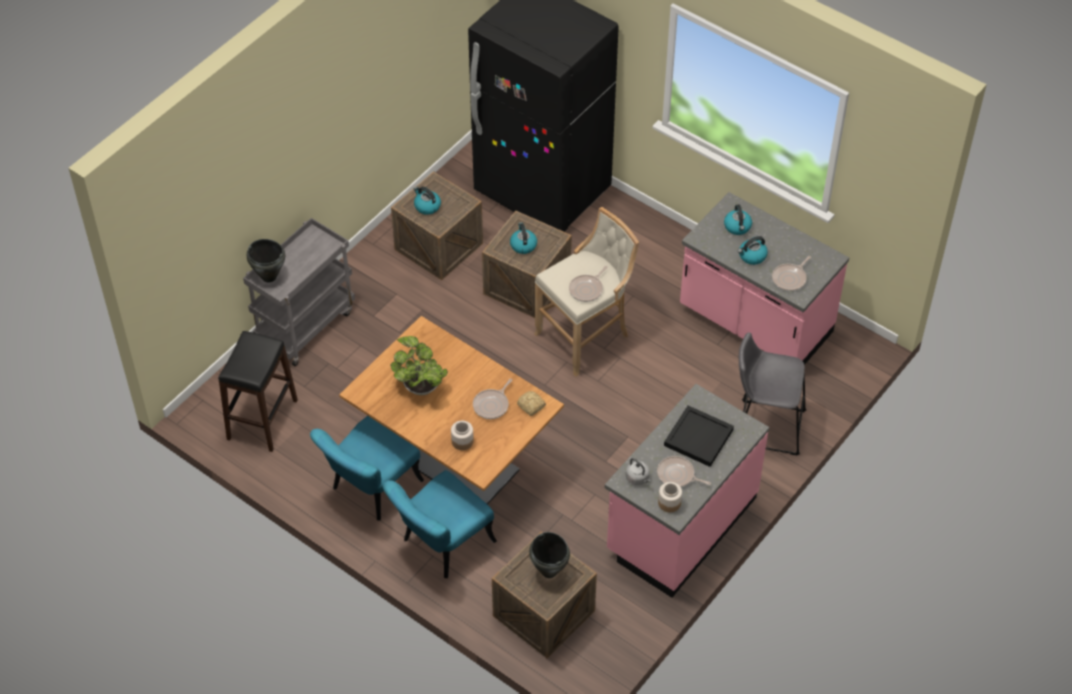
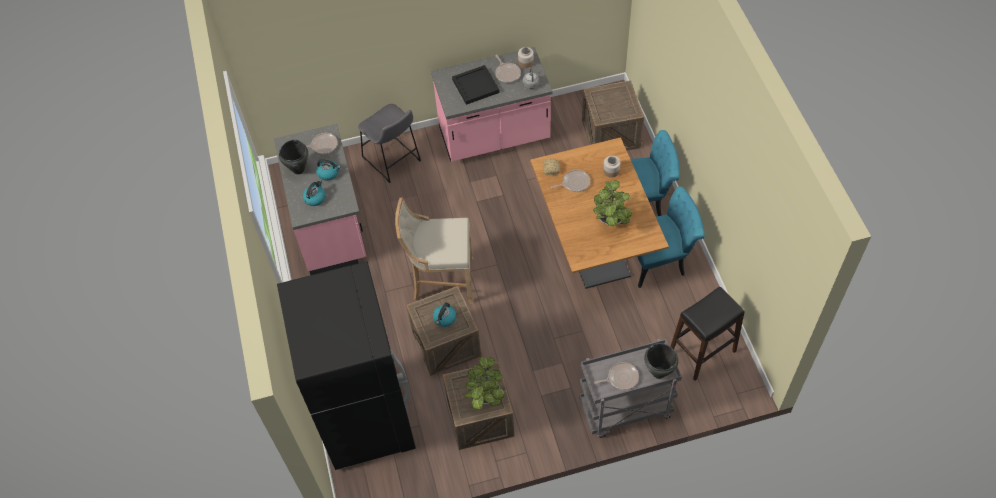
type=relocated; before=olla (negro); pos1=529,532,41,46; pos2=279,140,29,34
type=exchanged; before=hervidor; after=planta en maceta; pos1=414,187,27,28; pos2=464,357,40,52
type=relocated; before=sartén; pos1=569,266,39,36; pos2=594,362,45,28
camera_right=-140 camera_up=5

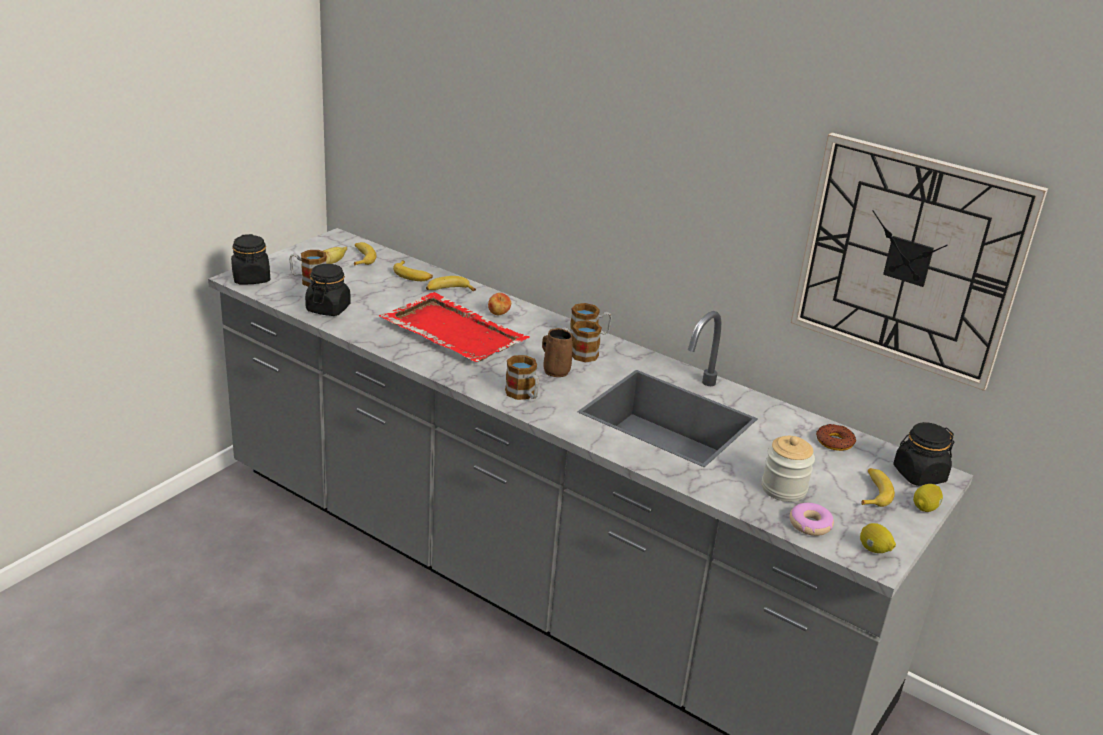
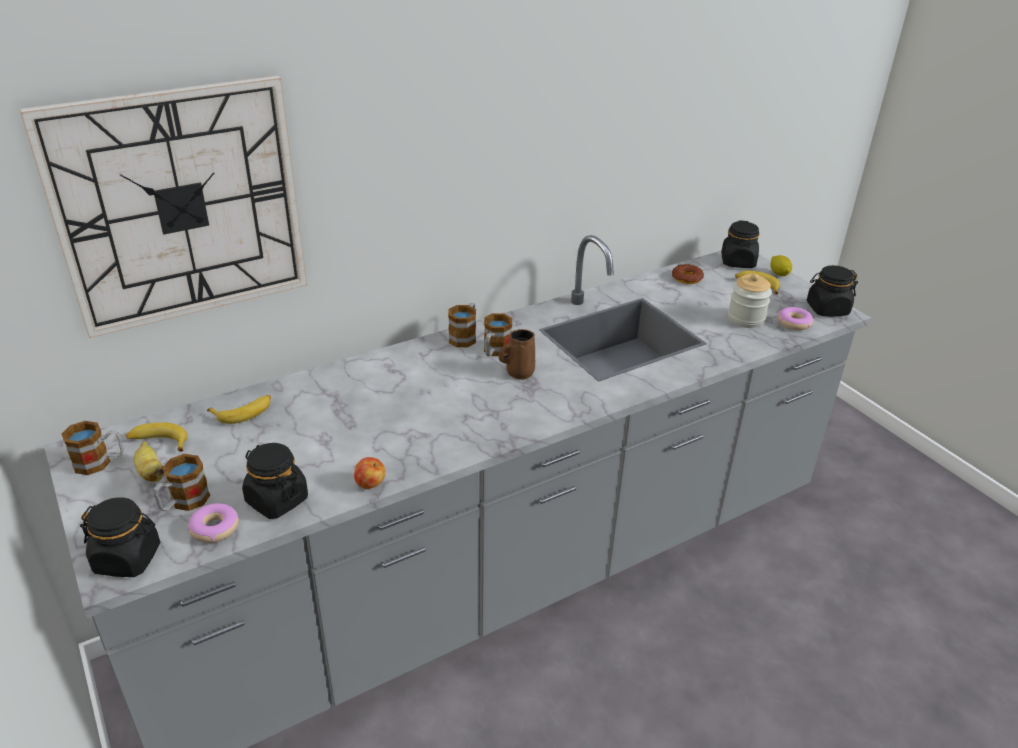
type=relocated; before=reloj de pared; pos1=791,133,257,258; pos2=19,75,288,263
type=relocated; before=taza grande; pos1=505,355,34,45; pos2=62,421,62,54
type=appeared; after=rosquilla; pos2=188,503,51,40
type=relocated; before=manzana; pos1=488,293,23,22; pos2=354,457,31,32
type=exchanged; before=limón; after=tarro (negro); pos1=860,523,36,30; pos2=807,265,51,51
type=missing; before=bandeja (rojo); pos1=379,292,151,70
type=missing; before=plátano; pos1=426,276,50,15
camera_right=-65 camera_up=5

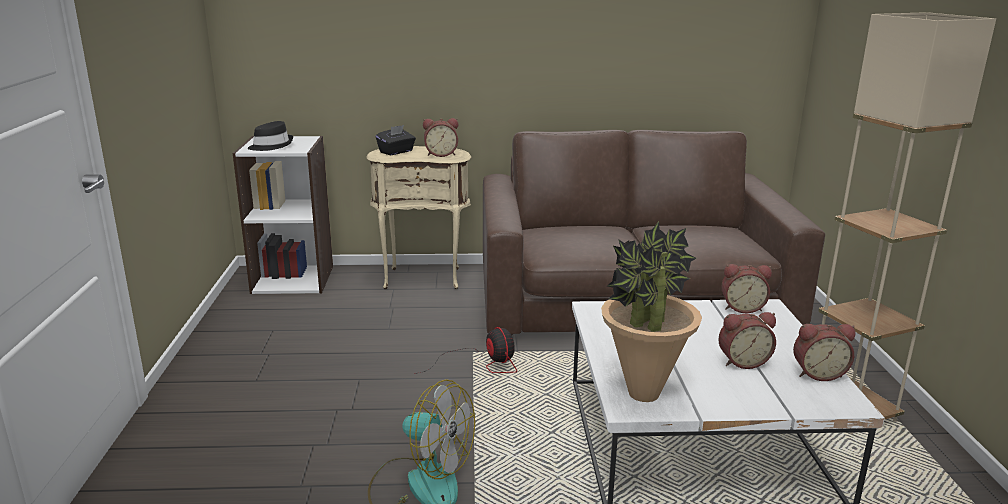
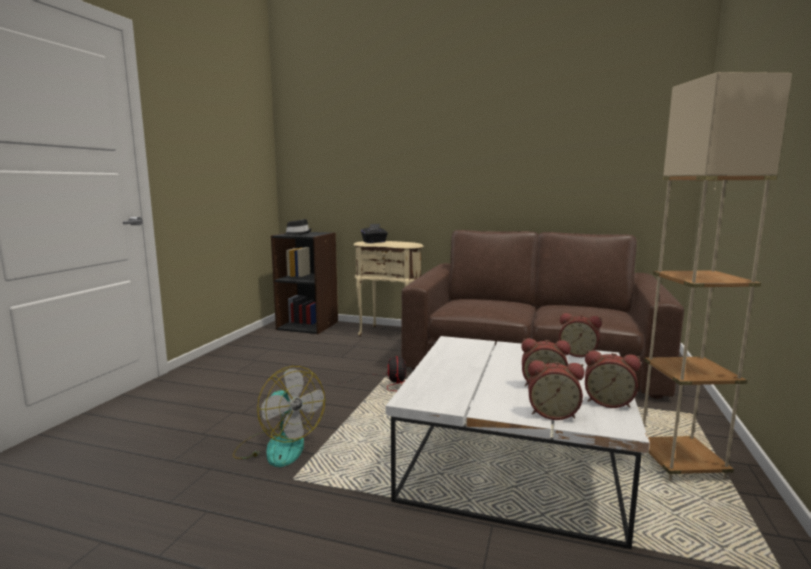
type=colour; before=estantería (blanco); after=estantería (negro); pos1=233,136,100,158; pos2=271,232,67,102
type=relocated; before=despertador; pos1=423,118,35,39; pos2=528,360,56,60
type=missing; before=planta en maceta; pos1=601,222,101,180
camera_right=20 camera_up=-10

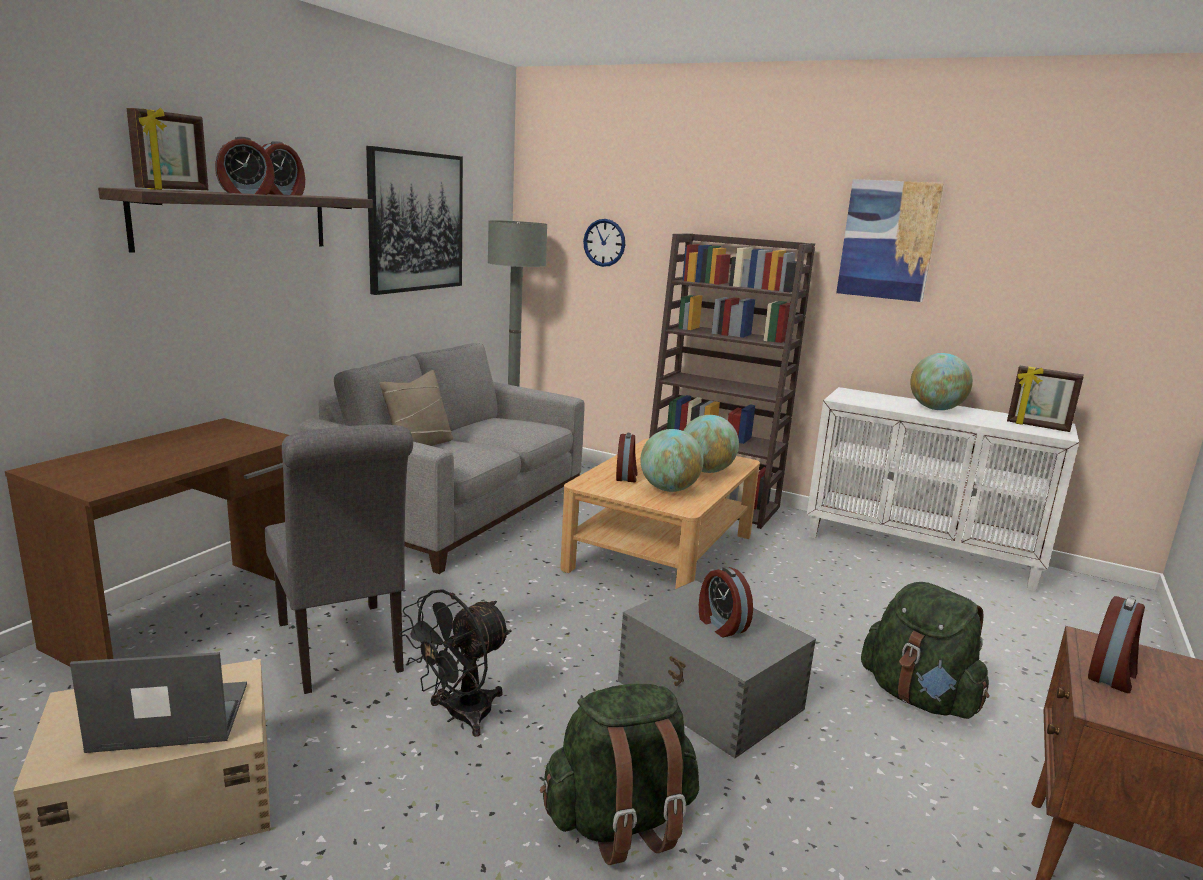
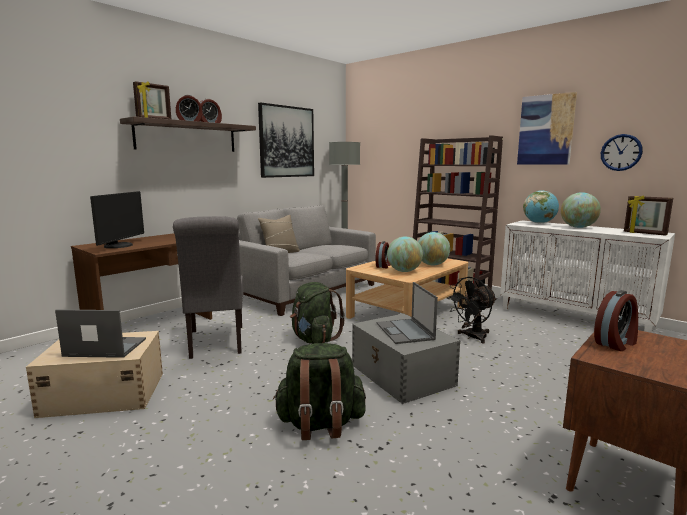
type=appeared; after=monitor; pos2=90,191,54,57
type=relocated; before=mochila (verde); pos1=861,582,128,137; pos2=290,282,55,62
type=exchanged; before=despertador; after=portátil; pos1=699,567,54,70; pos2=377,282,61,62
type=relocated; before=ventilador (negro); pos1=399,589,113,148; pos2=447,277,50,67
type=appeared; after=globo terráqueo; pos2=523,190,36,33
type=relocated; before=reloj de pared; pos1=583,219,42,48; pos2=601,134,42,37
camera_right=15 camera_up=-5

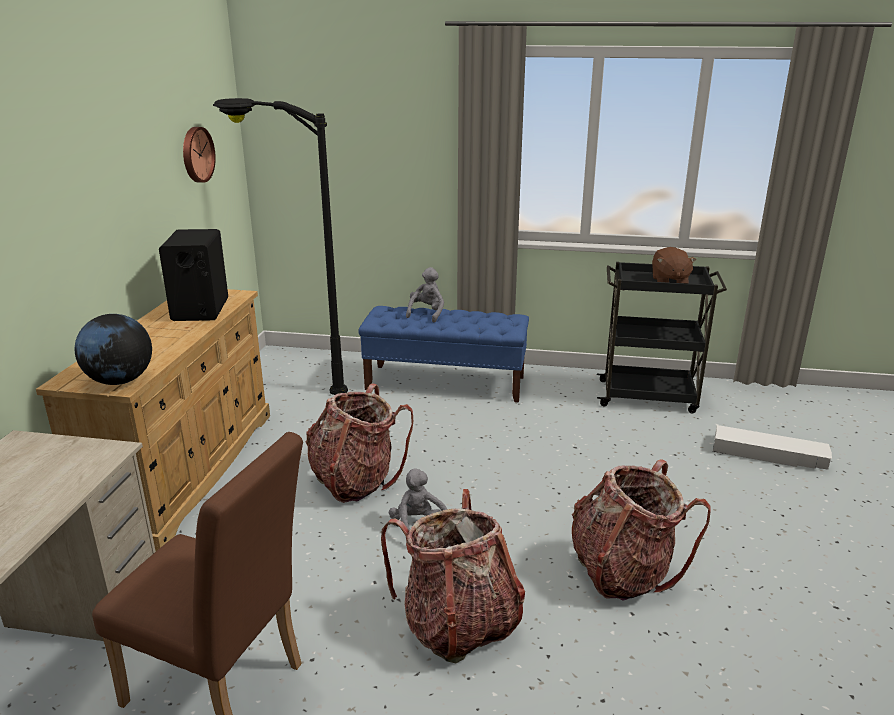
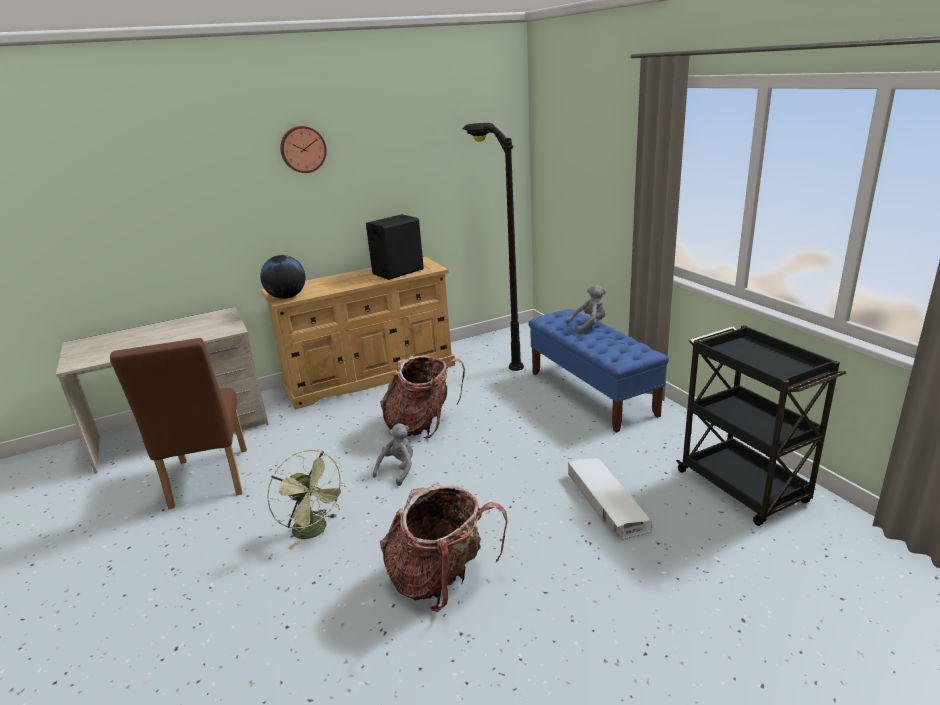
type=exchanged; before=mochila; after=ventilador (verde); pos1=381,489,144,174; pos2=267,450,80,100
type=relocated; before=reloj de pared; pos1=183,127,33,56; pos2=280,126,47,47
type=relocated; before=caja de almacenaje (blanco); pos1=713,425,119,45; pos2=569,458,83,81
type=missing; before=peluche (marrón); pos1=652,247,44,37
camera_right=55 camera_up=0

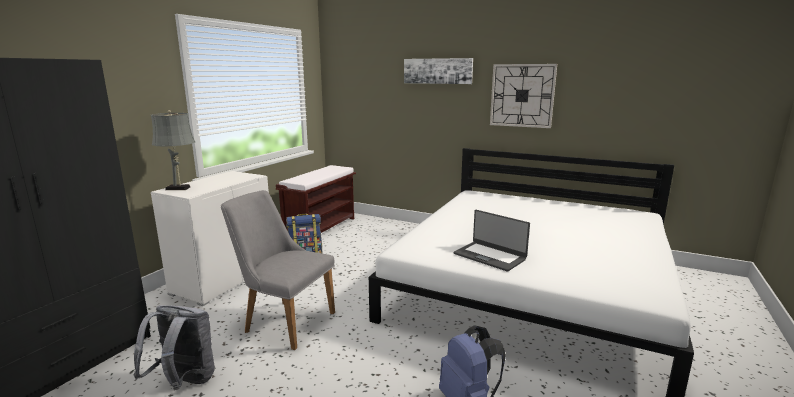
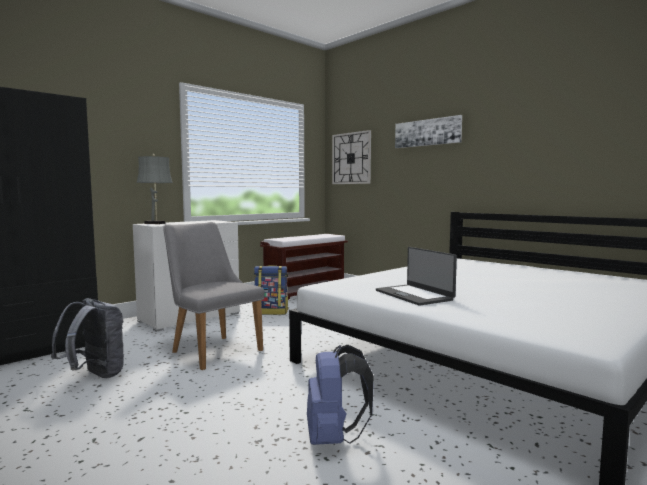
type=relocated; before=reloj de pared; pos1=490,64,67,64; pos2=332,130,39,54
camera_right=20 camera_up=-10

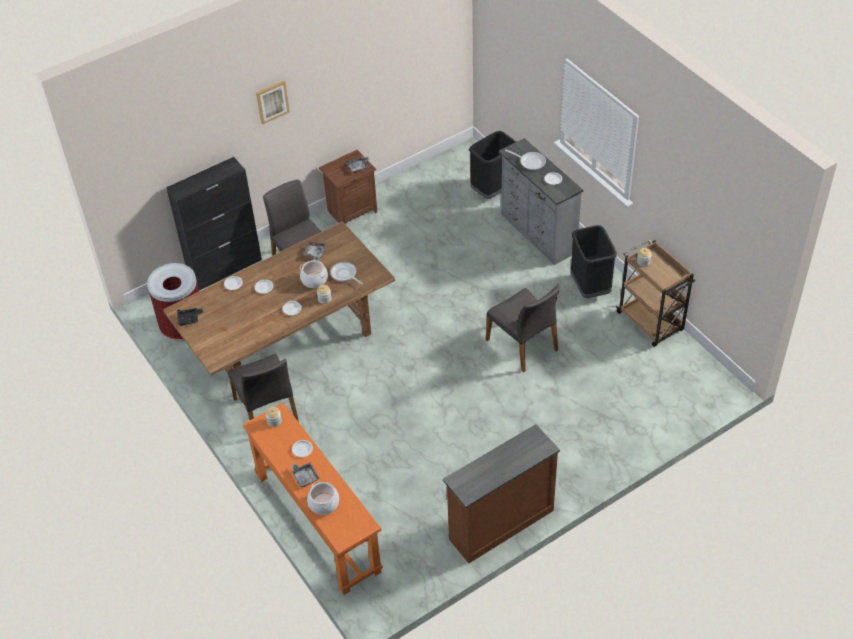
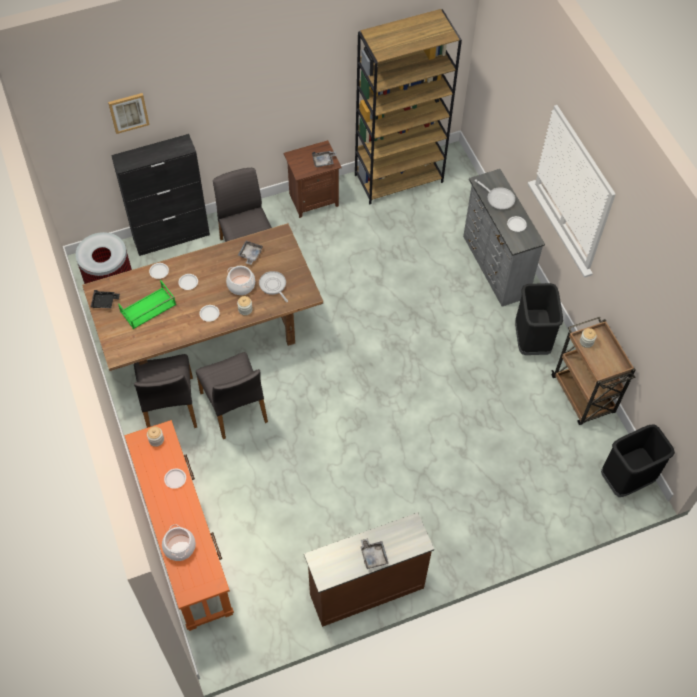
type=relocated; before=cuadro; pos1=256,81,34,43; pos2=108,93,41,41
type=appeared; after=bandeja (verde); pos2=118,280,58,49
type=relocated; before=silla (gris); pos1=486,285,74,88; pos2=196,352,72,87
type=appeared; after=estantería (marrón); pos2=355,9,107,196
type=relocated; before=bandeja (gris); pos1=291,462,29,25; pos2=361,538,28,31
type=relocated; before=papelera (negro); pos1=469,131,47,68; pos2=601,424,74,73
camera_right=10 camera_up=10

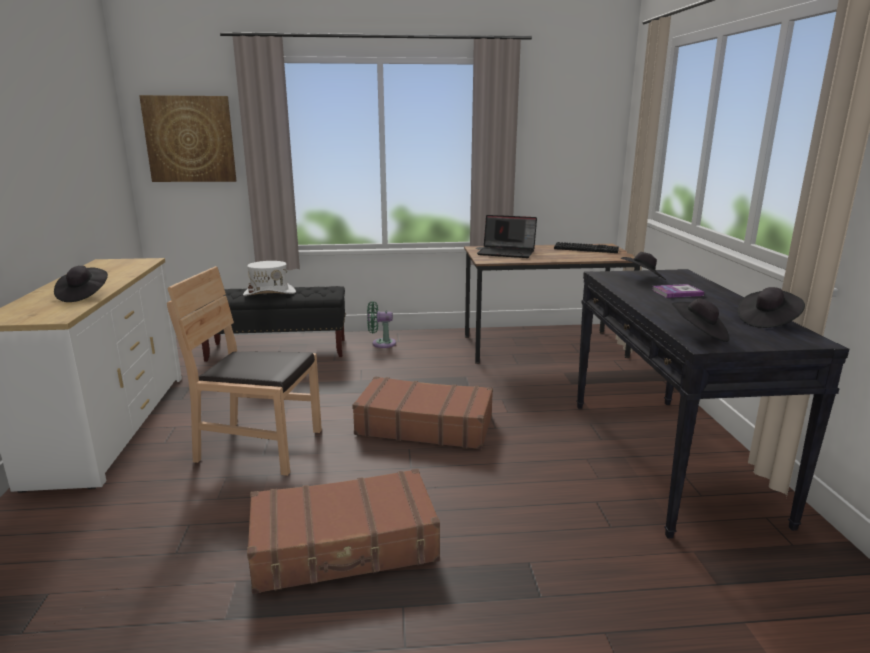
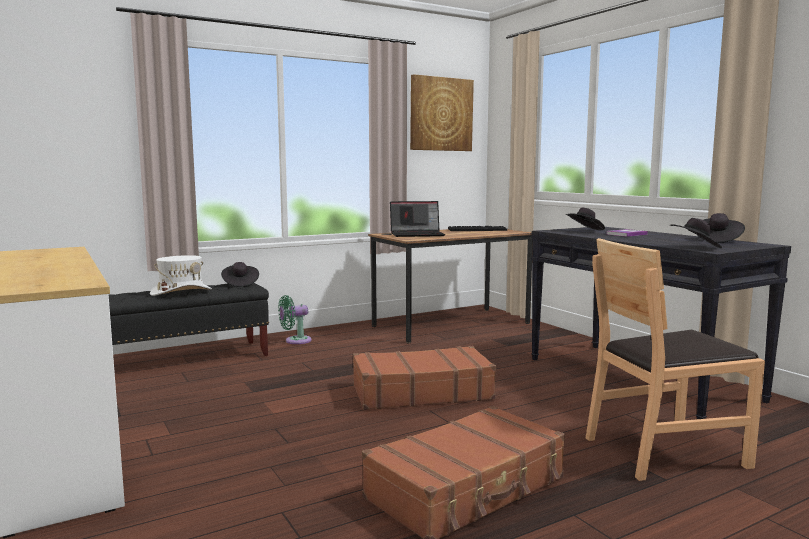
type=relocated; before=sombrero (negro); pos1=54,266,54,36; pos2=221,262,38,25
type=relocated; before=cuadro; pos1=139,95,97,87; pos2=410,74,64,77
type=relocated; before=silla (marrón); pos1=167,266,155,210; pos2=586,238,179,243
camera_right=-25 camera_up=-10

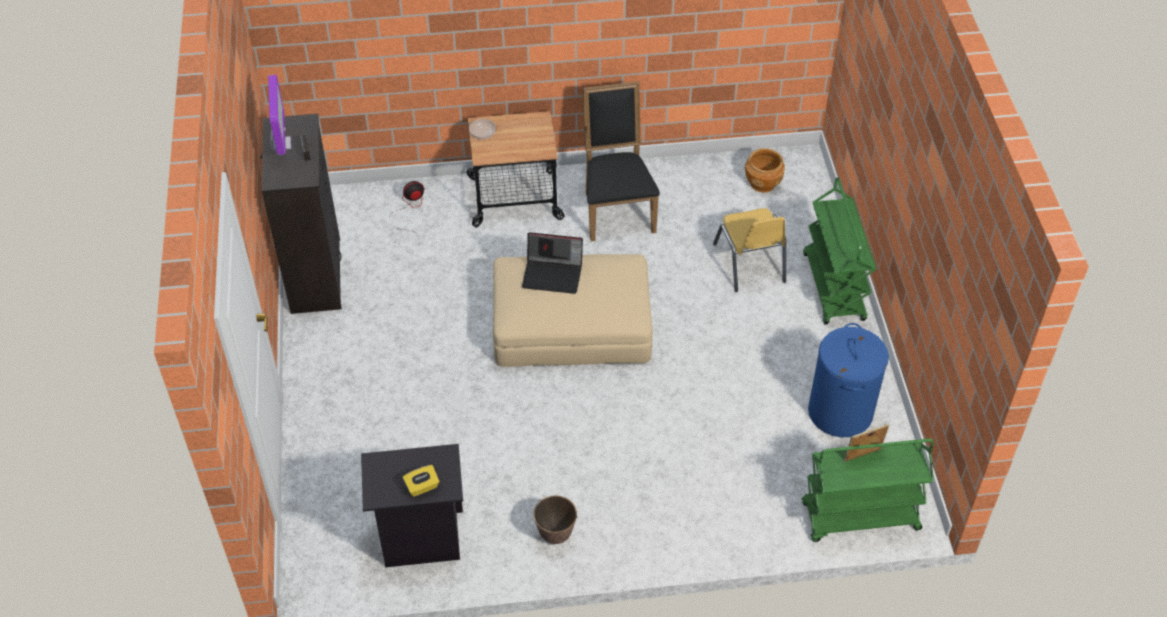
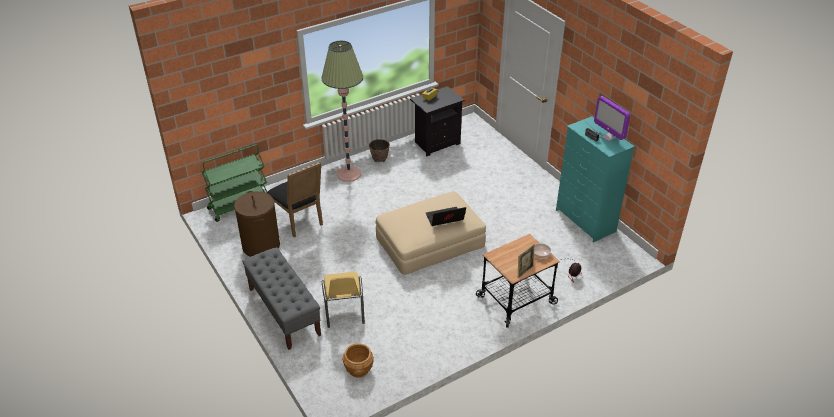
type=colour; before=cesto de la ropa (azul); after=cesto de la ropa (marrón); pos1=808,323,81,114; pos2=234,191,46,66
type=exchanged; before=carrito (verde); after=banco (gris); pos1=803,178,74,146; pos2=242,247,79,103
type=relocated; before=silla (negro); pos1=583,81,77,160; pos2=267,162,56,75
type=appeared; after=lámpara de pie; pos2=322,41,41,141
type=spun; before=silla (amarillo); pos1=713,208,73,84; pos2=322,272,43,56; turn=-150
type=relocated; before=portarretratos; pos1=844,424,45,38; pos2=518,244,17,35
type=colour; before=cómoda (negro); after=cómoda (turquesa); pos1=259,114,83,200; pos2=556,116,79,126
camera_right=155 camera_up=-10

